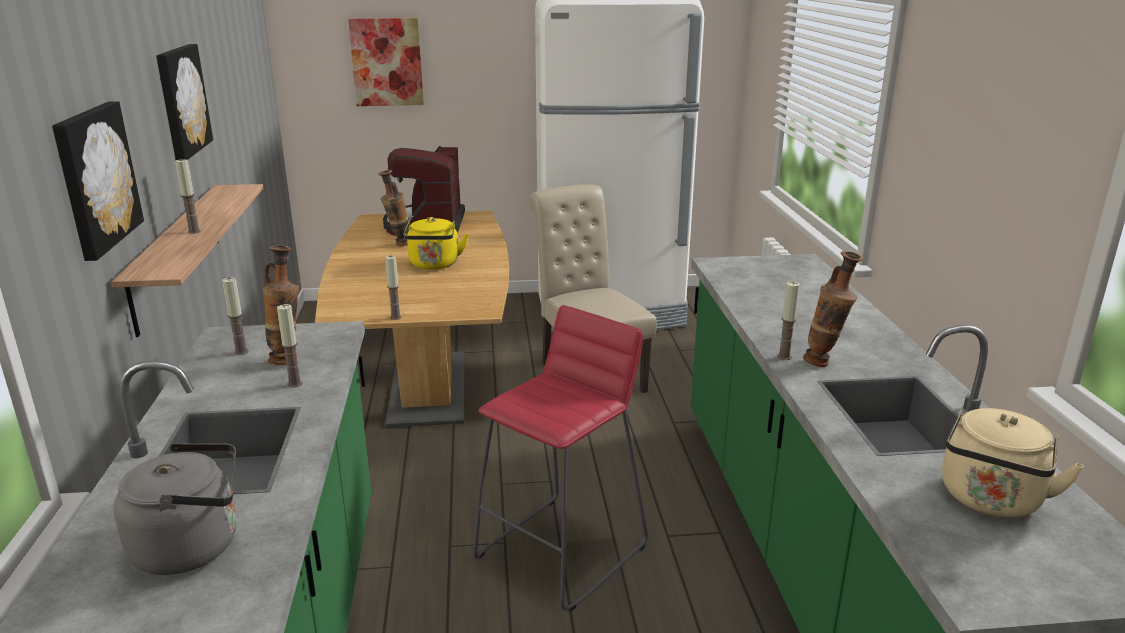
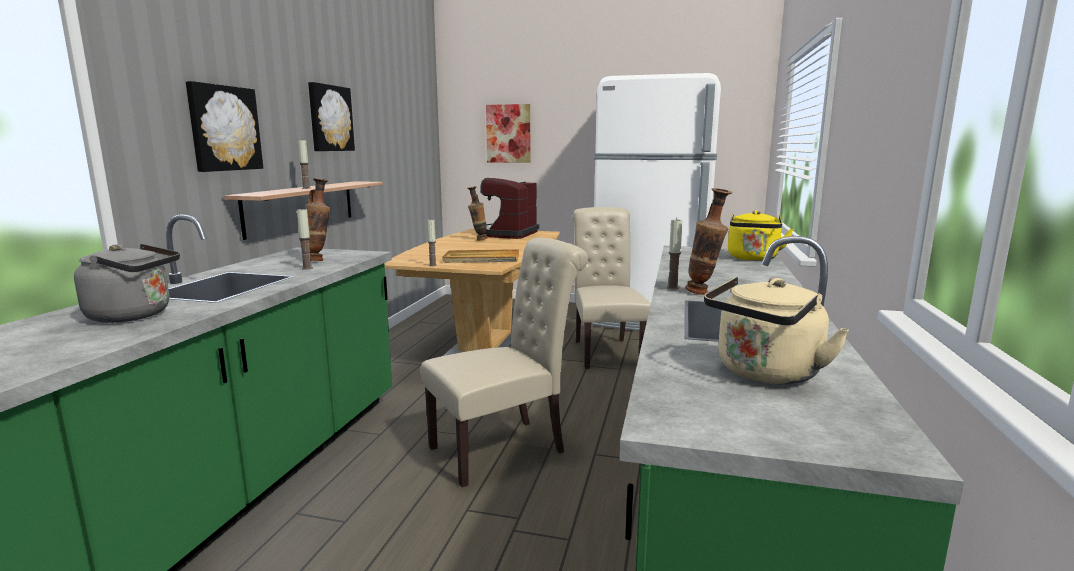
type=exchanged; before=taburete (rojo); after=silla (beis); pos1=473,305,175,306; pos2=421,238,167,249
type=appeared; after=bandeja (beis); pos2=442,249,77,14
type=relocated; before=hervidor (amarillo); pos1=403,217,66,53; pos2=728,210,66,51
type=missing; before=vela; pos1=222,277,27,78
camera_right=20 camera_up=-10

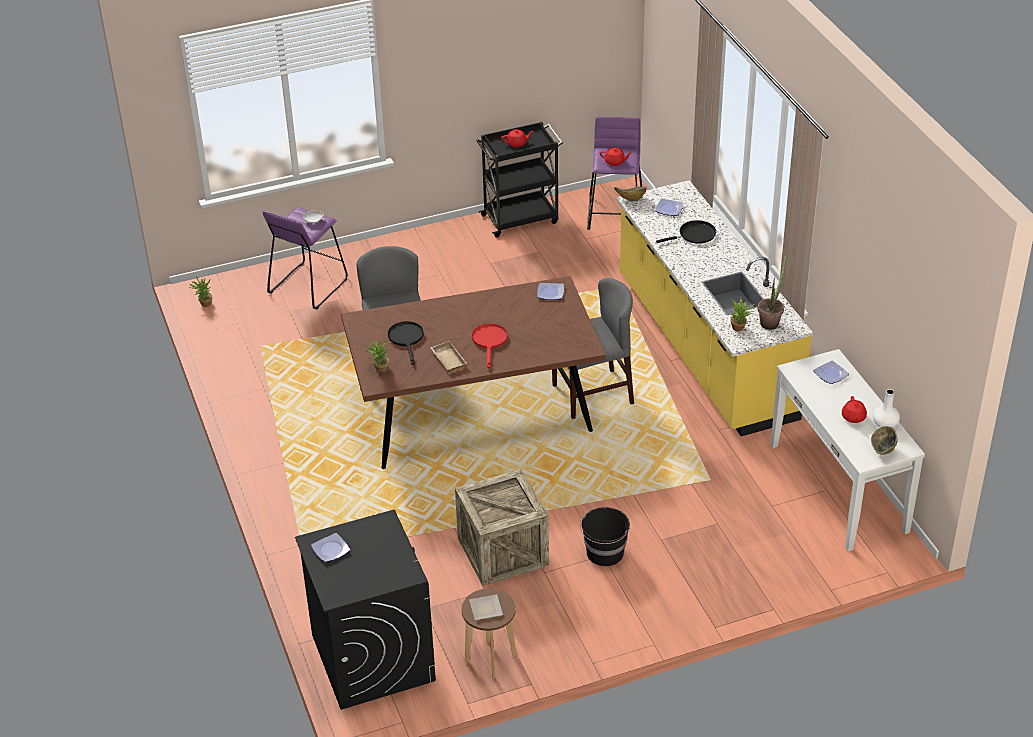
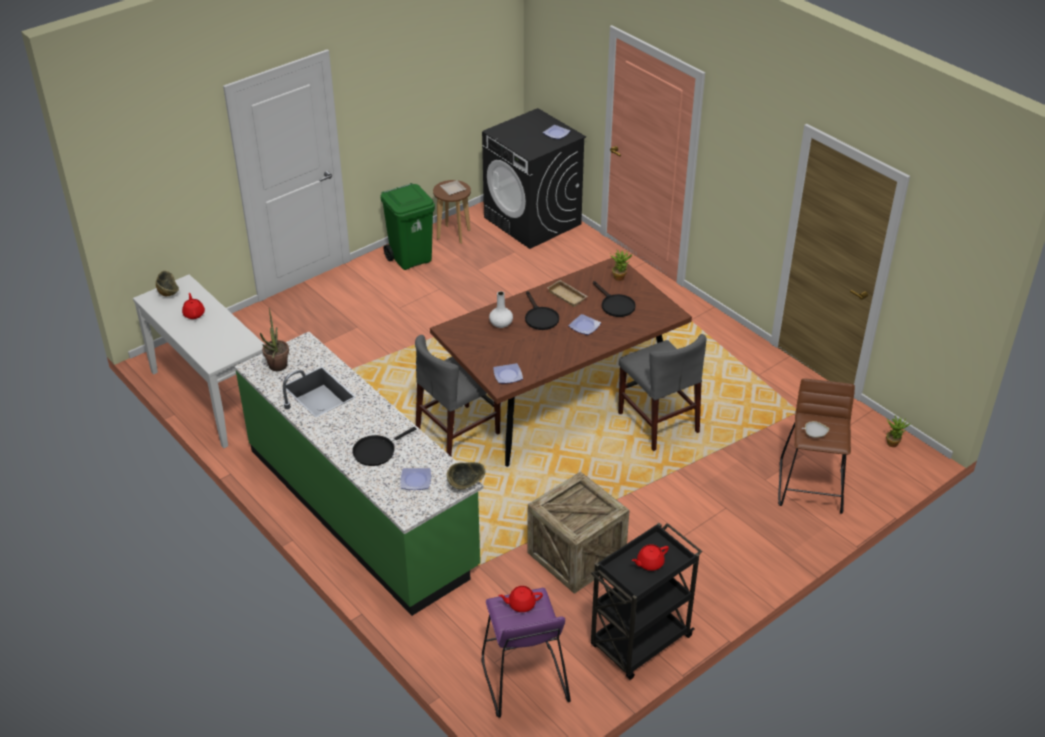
type=colour; before=mueble bajo de cocina (amarillo); after=mueble bajo de cocina (verde); pos1=616,180,197,256; pos2=234,332,250,284
type=appeared; after=papelera (verde); pos2=381,183,54,87
type=relocated; before=florero (blanco); pos1=873,389,27,39; pos2=489,291,24,37
type=colour; before=sartén (rojo); after=sartén (negro); pos1=472,323,36,45; pos2=525,291,34,39
type=relocated; before=caja de embalaje; pos1=455,469,94,117; pos2=527,471,103,123
type=relocated; before=plato; pos1=813,361,36,23; pos2=568,314,33,21
type=colour; before=taburete (morado); after=taburete (marrón); pos1=263,207,85,102; pos2=778,378,77,136
type=missing; before=cubo (negro); pos1=580,507,50,59
type=missing; before=planta en maceta; pos1=731,296,23,36
camera_right=160 camera_up=0

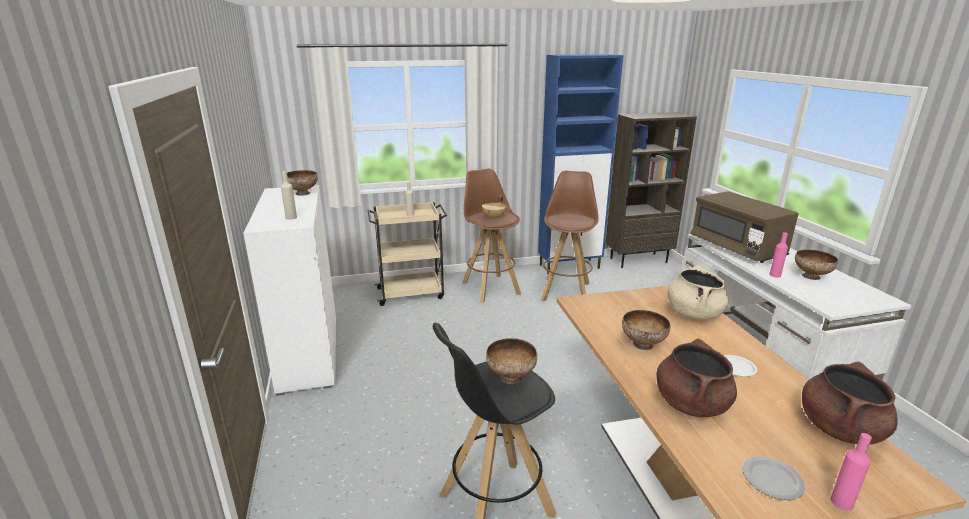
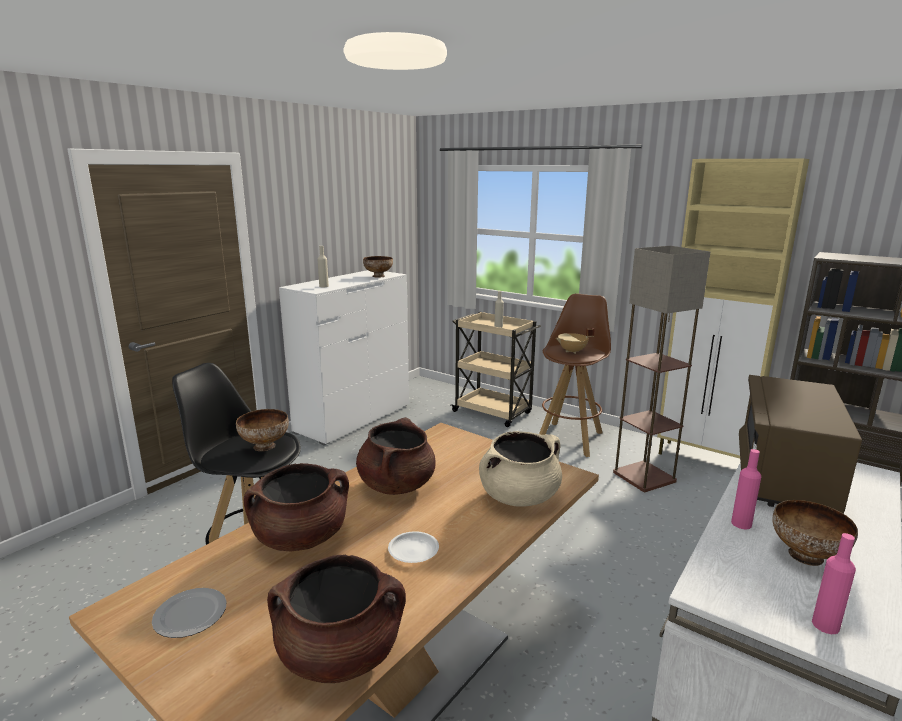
type=exchanged; before=cuenco; after=olla (marrón); pos1=622,310,48,40; pos2=356,417,80,78
type=exchanged; before=taburete (marrón); after=lámpara de pie; pos1=541,171,58,130; pos2=613,246,97,246
type=colour; before=armario (azul); after=armario (beis); pos1=538,54,85,220; pos2=657,159,152,299
type=relocated; before=botella (rosa); pos1=830,433,42,78; pos2=812,533,44,101
camera_right=50 camera_up=-5

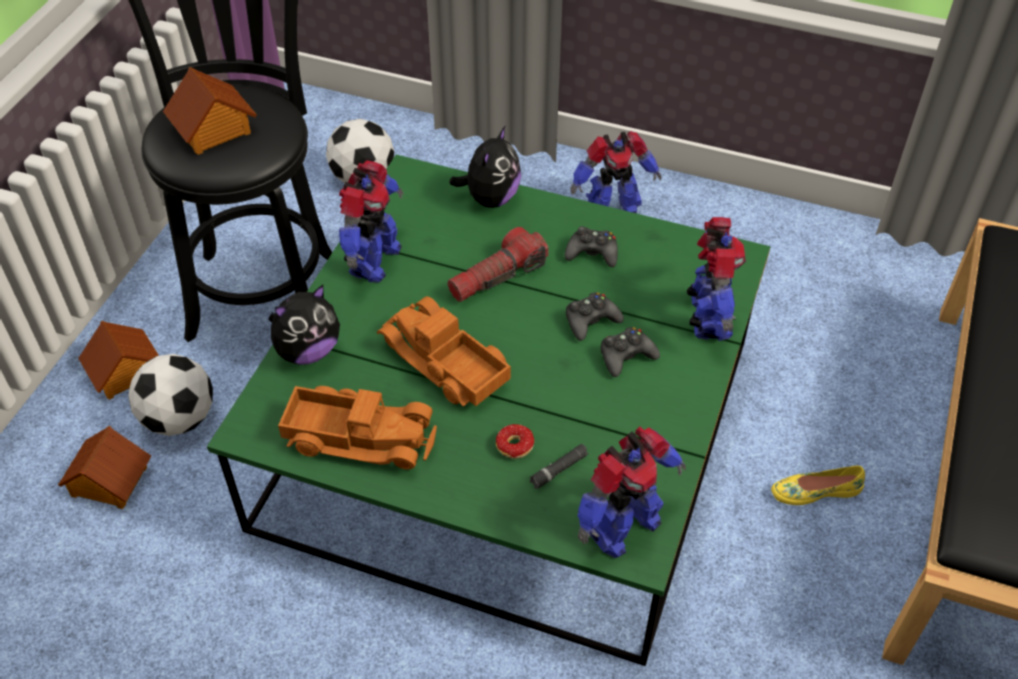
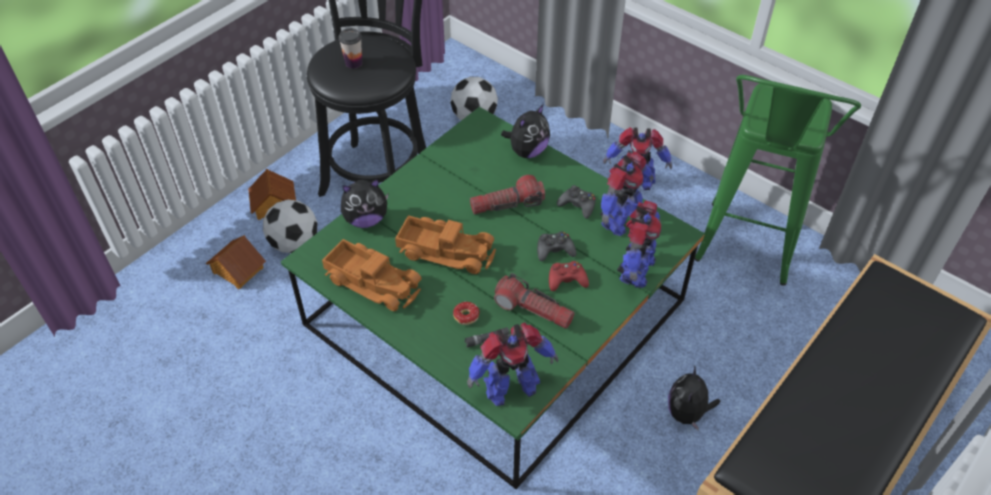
type=exchanged; before=casita; after=taza; pos1=163,67,94,88; pos2=339,28,23,41
type=spun; before=camión de juguete; pos1=377,296,134,111; pos2=395,215,101,59; turn=135
type=appeared; after=linterna; pos2=494,273,81,56
type=colour; before=mando de consola (negro); after=mando de consola (rojo); pos1=600,327,60,50; pos2=549,261,40,30
type=relocated; before=robot de juguete; pos1=339,160,65,122; pos2=600,152,54,84
type=exchanged; before=zapato (amarillo); after=peluche; pos1=771,466,94,39; pos2=668,365,53,65
type=appeared; after=taburete (verde); pos2=695,75,166,211
camera_right=20 camera_up=0

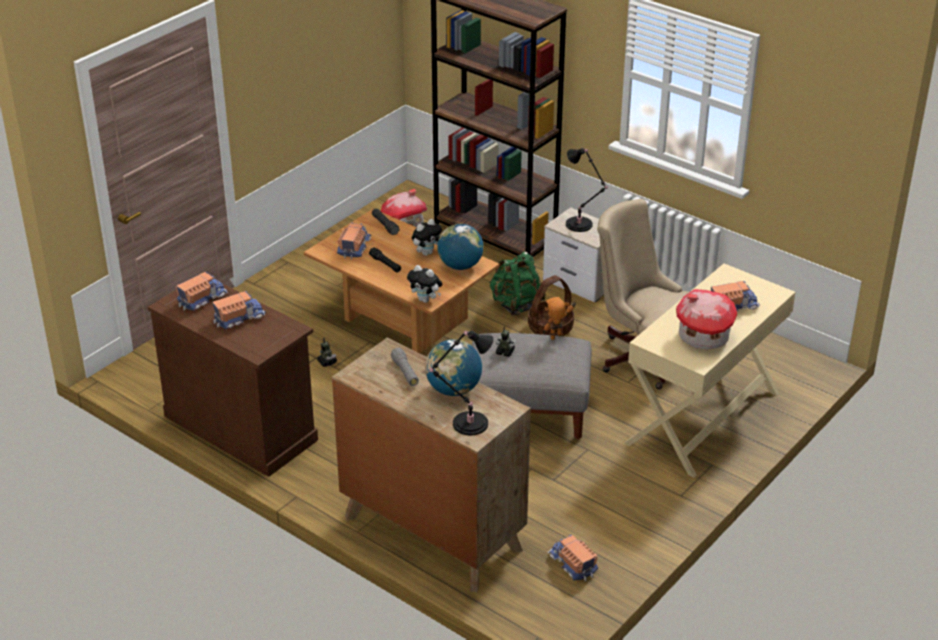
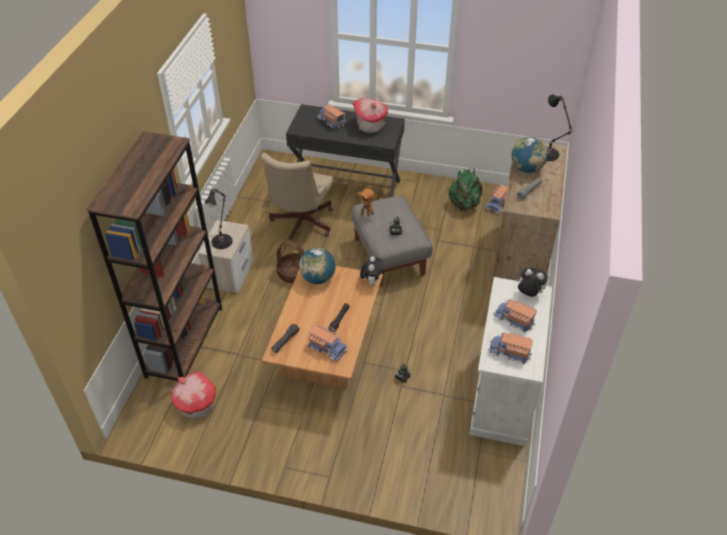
type=colour; before=escritorio (beis); after=escritorio (negro); pos1=623,264,172,214; pos2=286,104,119,93
type=spun; before=camión de juguete; pos1=337,222,35,38; pos2=308,325,39,36; turn=-135
type=relocated; before=mochila (verde); pos1=489,252,57,63; pos2=448,168,35,44
type=colour; before=armario (marrón); after=armario (blanco); pos1=148,283,170,194; pos2=469,277,83,169
type=relocated; before=peluche; pos1=412,219,30,37; pos2=516,268,32,29
camera_right=-115 camera_up=10

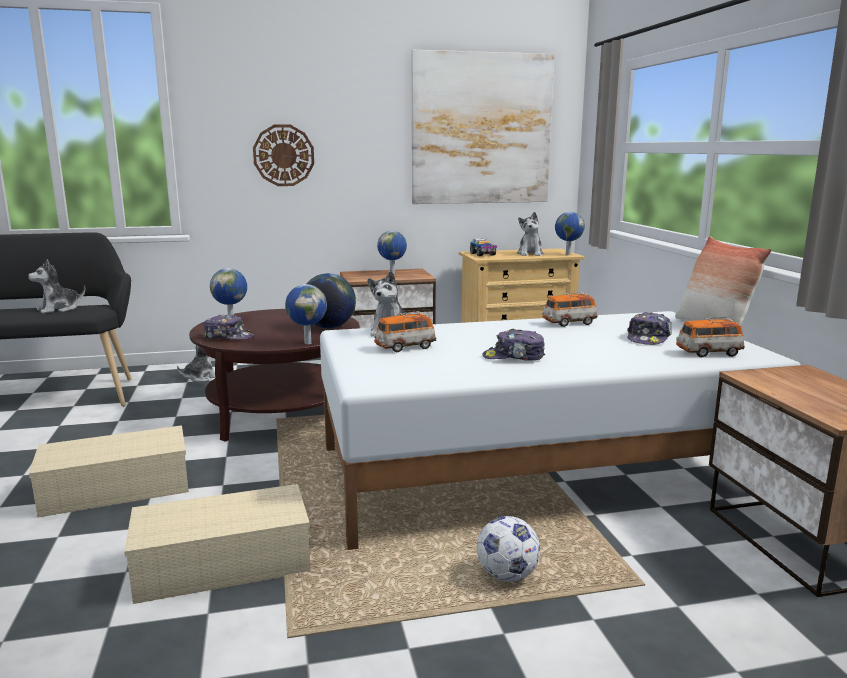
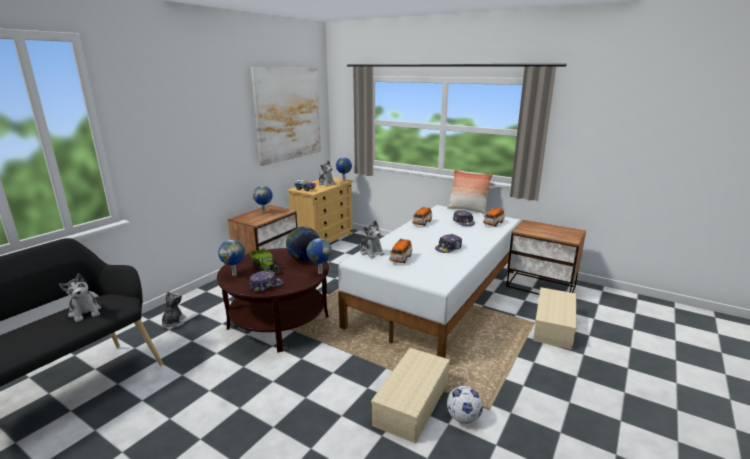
type=spun; before=peluche; pos1=28,259,57,55; pos2=59,273,42,49; turn=-45
type=appeared; after=camión de juguete; pos2=249,249,31,25
type=relocated; before=balón de fútbol; pos1=477,516,63,66; pos2=447,386,36,38
type=relocated; before=caja de almacenaje (beis); pos1=29,425,160,93; pos2=533,287,43,62
type=missing; before=reloj de pared; pos1=253,124,61,62
camera_right=-45 camera_up=5

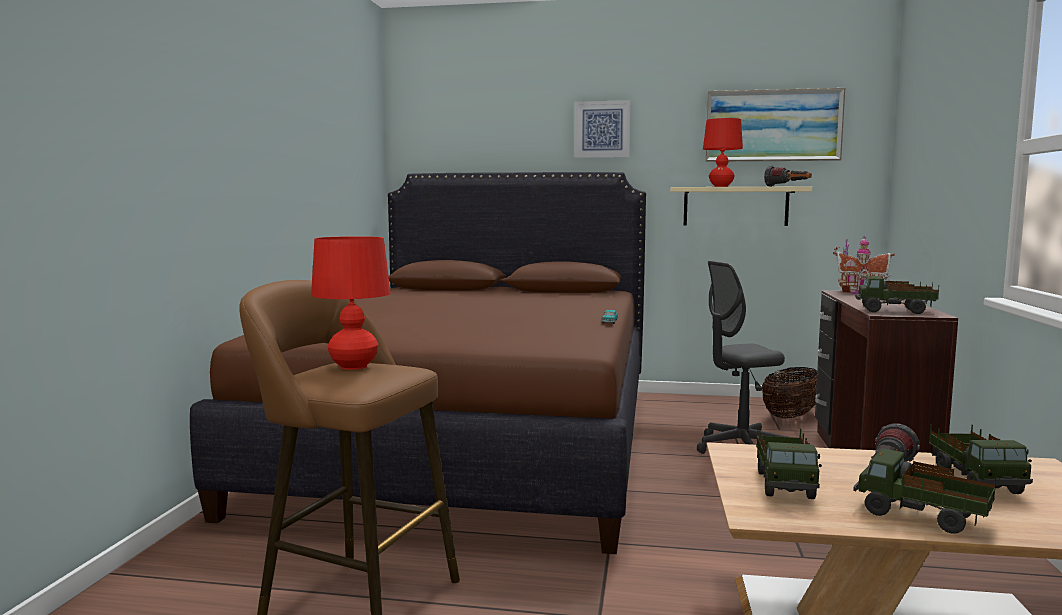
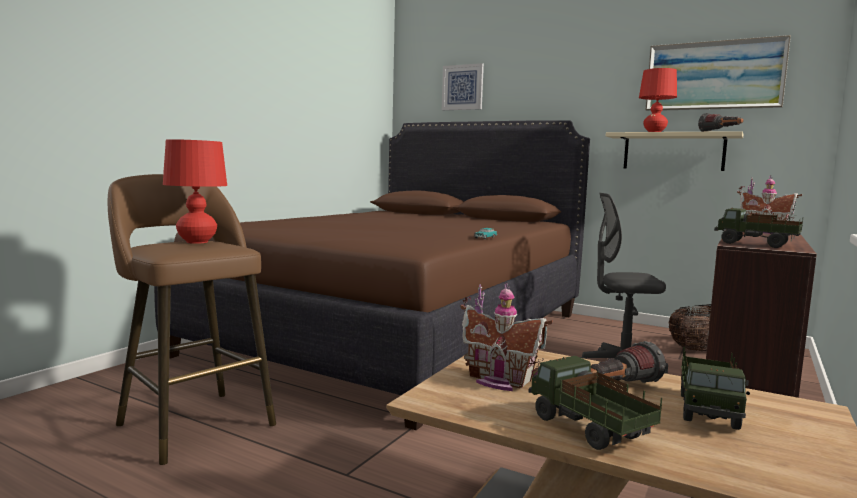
type=relocated; before=cuadro; pos1=574,100,57,58; pos2=442,63,42,47
type=exchanged; before=camión de juguete; after=casita; pos1=756,426,66,73; pos2=460,283,93,108
camera_right=20 camera_up=0

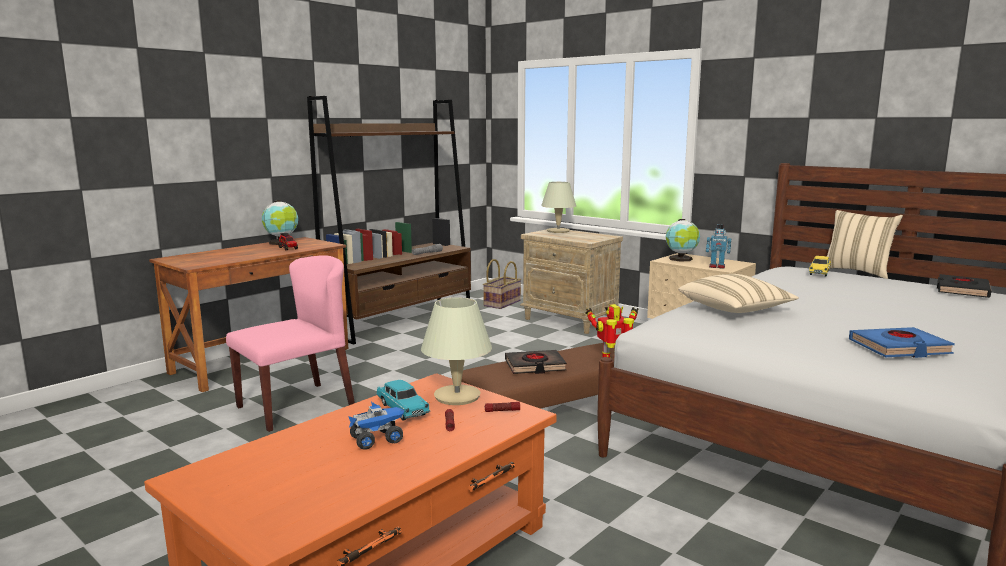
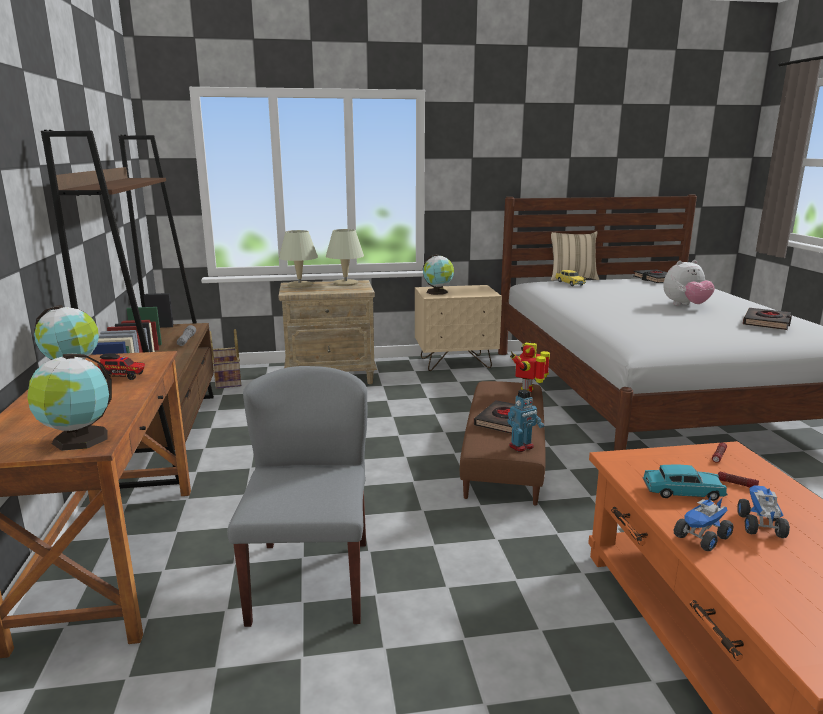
type=appeared; after=globo terráqueo; pos2=28,354,84,97
type=colour; before=silla (rosa); after=silla (gris); pos1=226,255,129,177; pos2=227,366,141,261
type=relocated; before=lámpara de mesa (beis); pos1=421,297,71,108; pos2=326,229,38,57
type=relocated; before=robot de juguete; pos1=706,224,25,44; pos2=508,389,36,63
type=appeared; after=peluche; pos2=663,260,52,45
type=appeared; after=camión de juguete; pos2=674,496,60,55
type=colour; before=libro (azul); after=libro (negro); pos1=849,327,106,31; pos2=743,308,49,22
type=missing; before=cojín (beis); pos1=678,274,121,39
camera_right=-50 camera_up=5

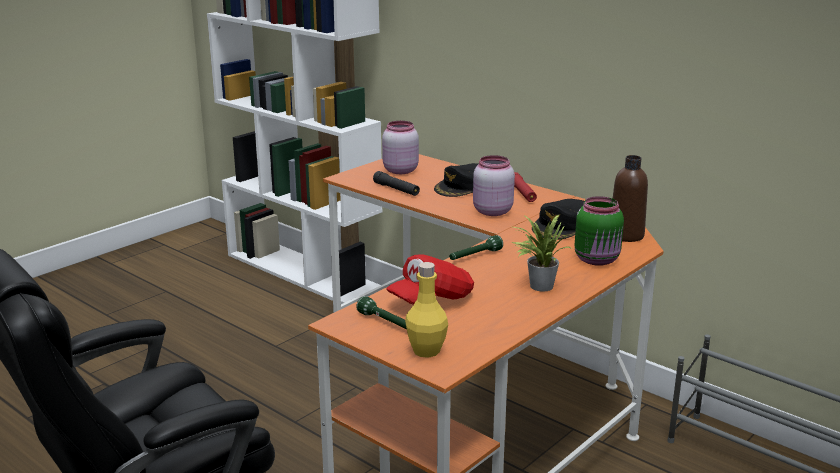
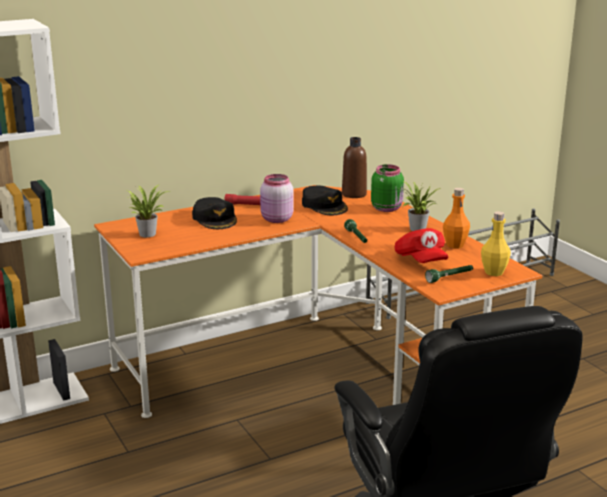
type=exchanged; before=tarro (rosa); after=planta en maceta; pos1=382,121,37,53; pos2=128,184,42,53
type=appeared; after=botella (naranja); pos2=443,188,27,60
type=missing; before=linterna (negro); pos1=373,171,47,25
camera_right=-70 camera_up=0

